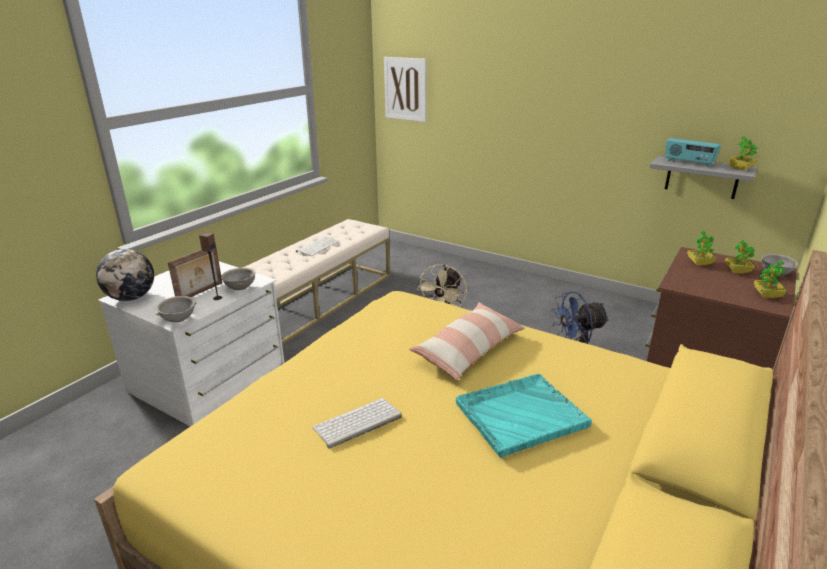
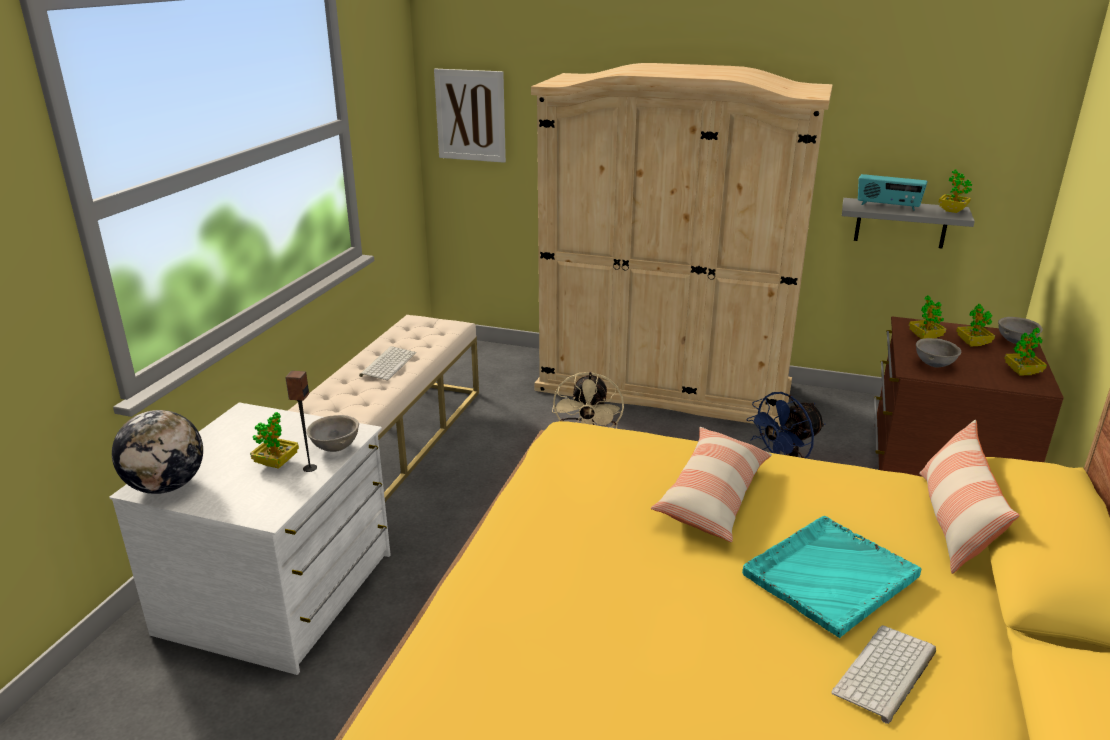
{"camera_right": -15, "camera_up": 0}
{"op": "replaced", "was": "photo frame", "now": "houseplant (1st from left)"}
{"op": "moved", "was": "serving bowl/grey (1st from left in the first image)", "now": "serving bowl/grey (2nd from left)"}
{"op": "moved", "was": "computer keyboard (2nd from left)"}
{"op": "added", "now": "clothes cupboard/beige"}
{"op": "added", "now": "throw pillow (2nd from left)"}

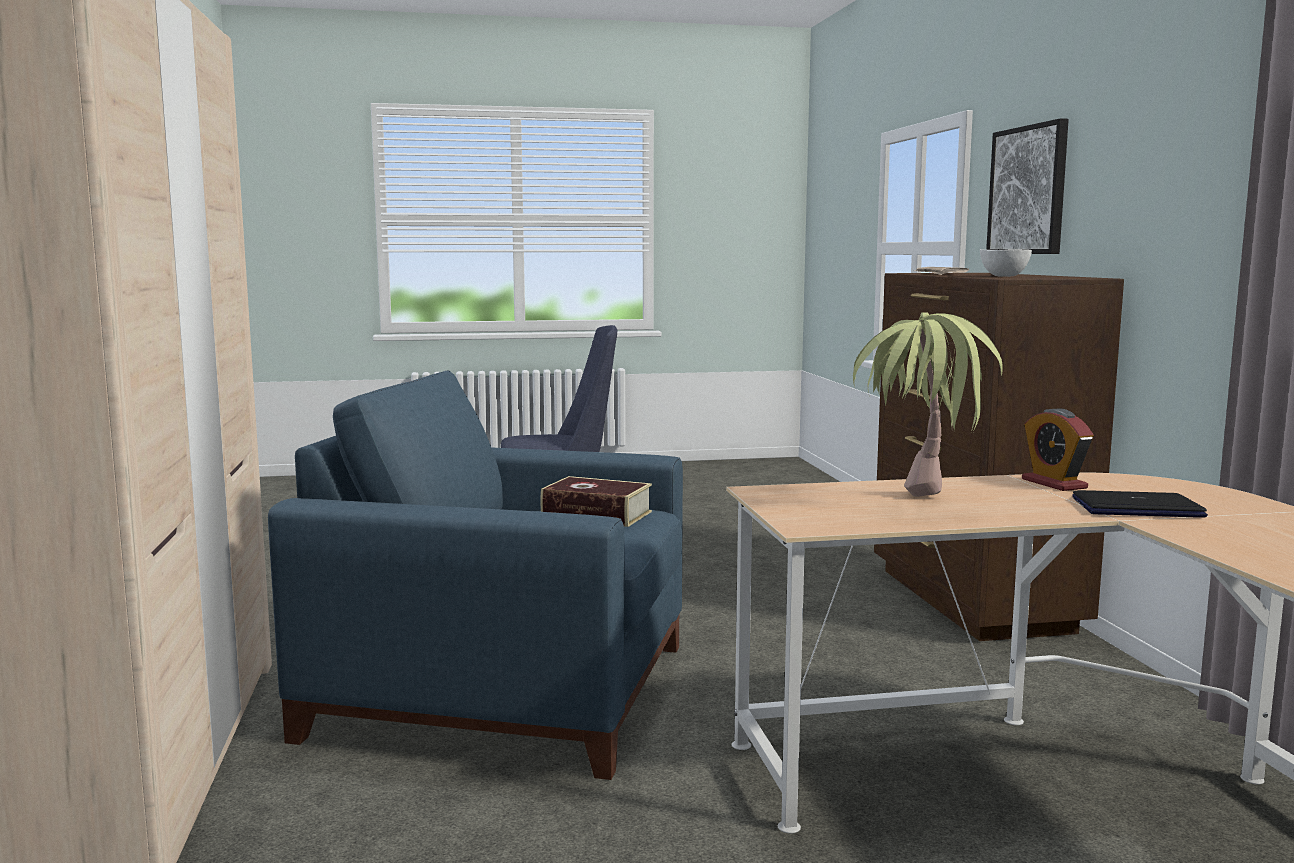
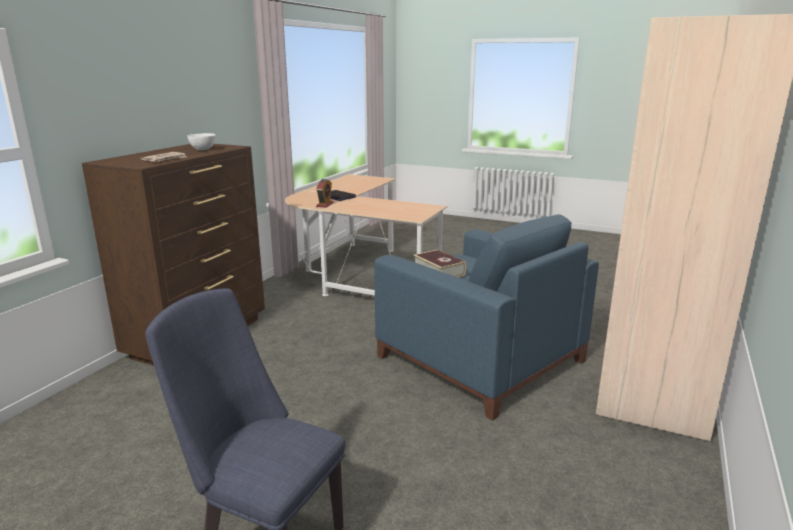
{"camera_right": -145, "camera_up": 10}
{"op": "removed", "was": "picture"}
{"op": "removed", "was": "houseplant"}

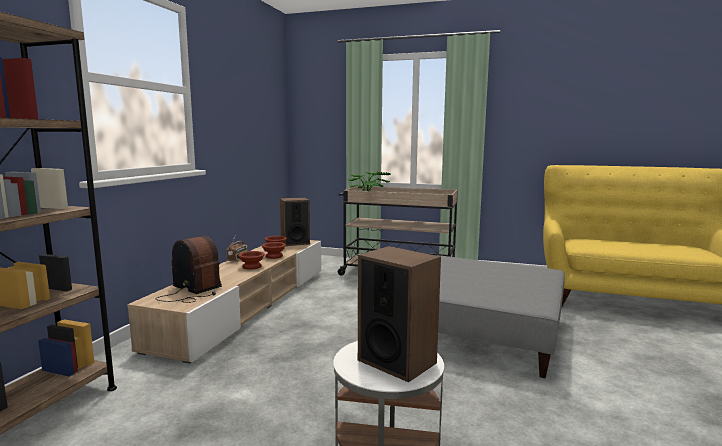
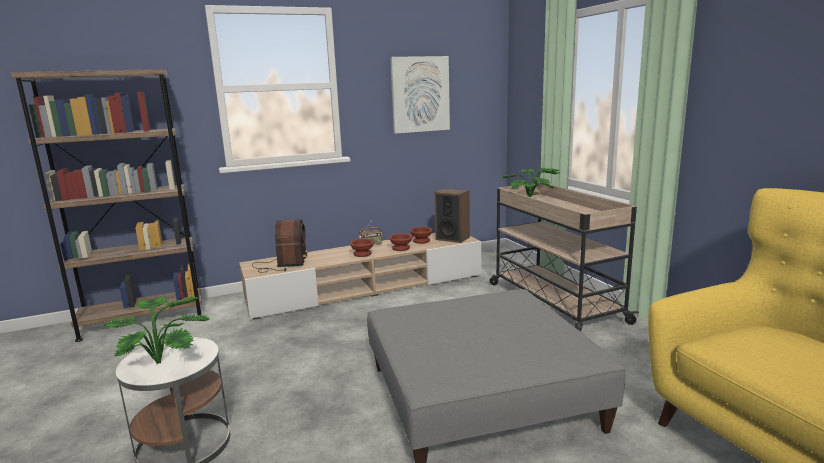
{"camera_right": 50, "camera_up": 5}
{"op": "replaced", "was": "audio speaker (2nd from left)", "now": "houseplant (1st from left)"}
{"op": "added", "now": "picture"}

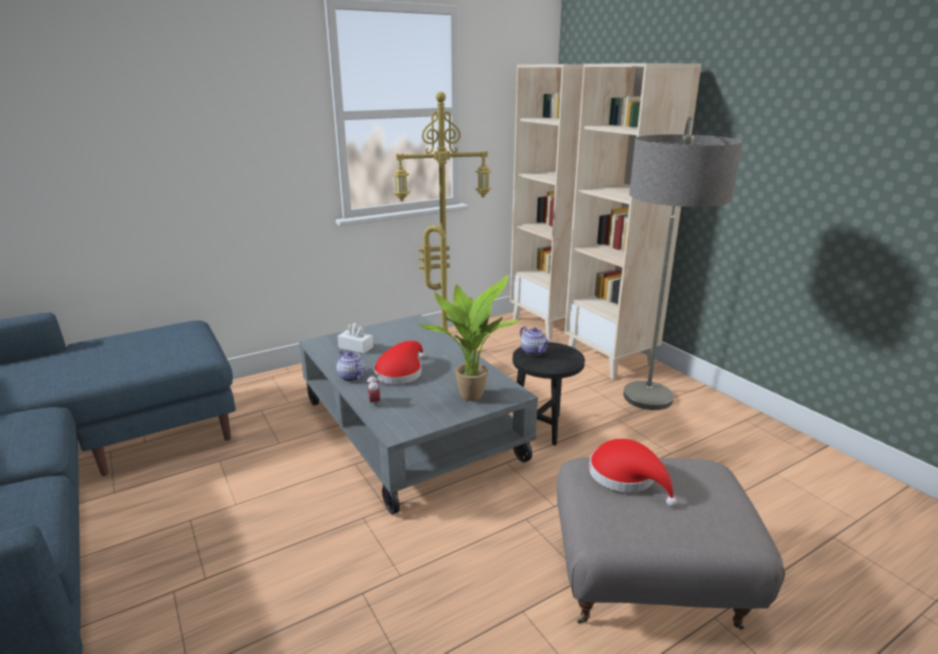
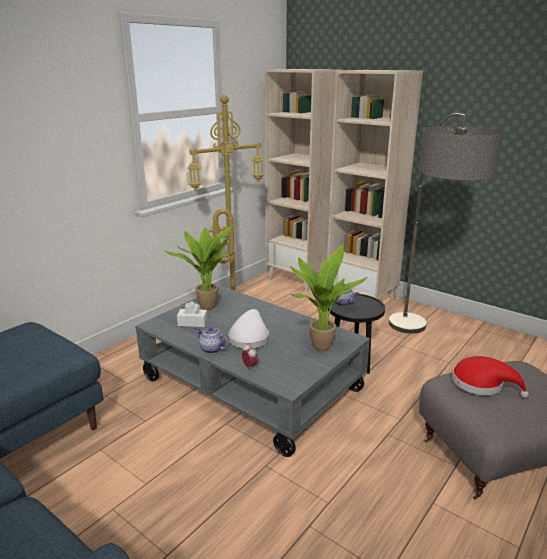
{"camera_right": -20, "camera_up": 0}
{"op": "recoloured", "was": "hat/reddish (1st from left)", "now": "hat/whitish"}
{"op": "added", "now": "houseplant (1st from left)"}

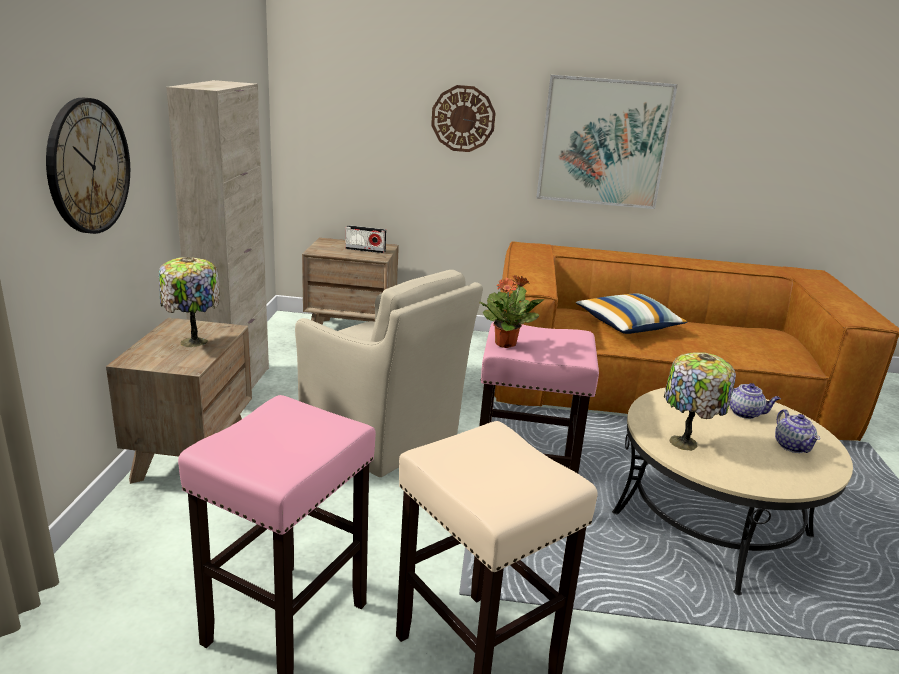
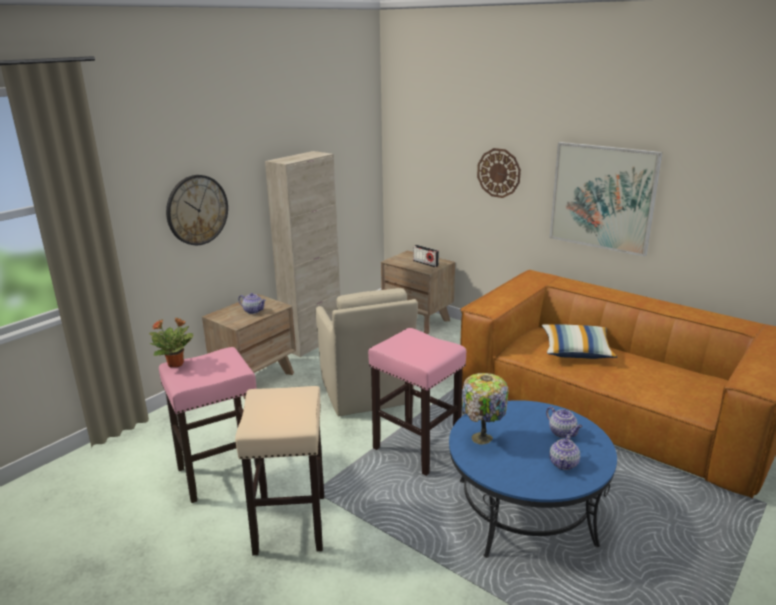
{"camera_right": 35, "camera_up": 0}
{"op": "replaced", "was": "table lamp (1st from left)", "now": "pot for tea (1st from left)"}
{"op": "moved", "was": "houseplant"}
{"op": "recoloured", "was": "coffee table/beige", "now": "coffee table/blue"}

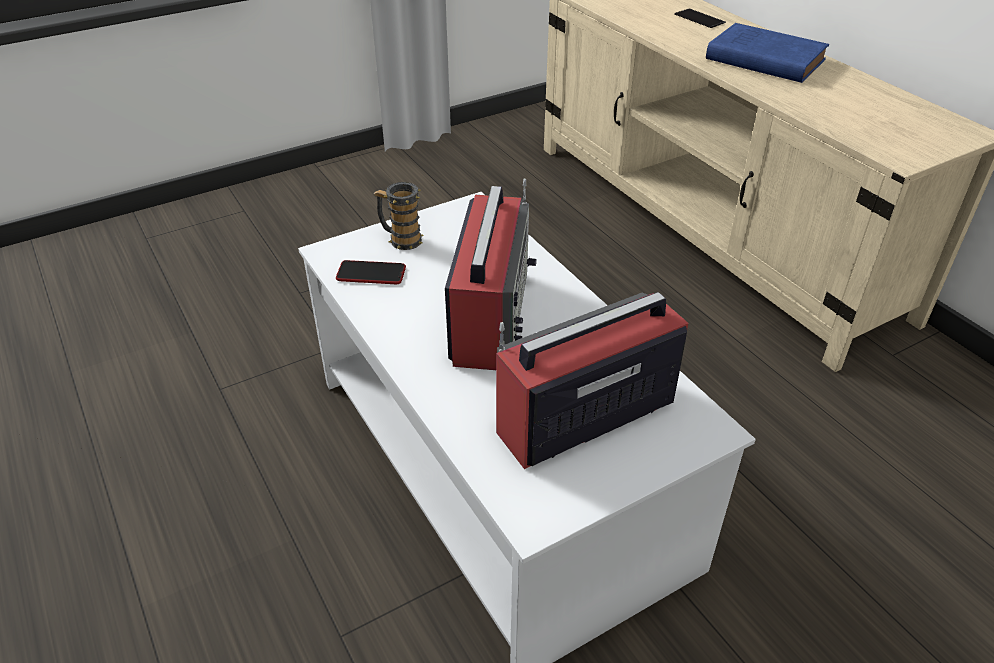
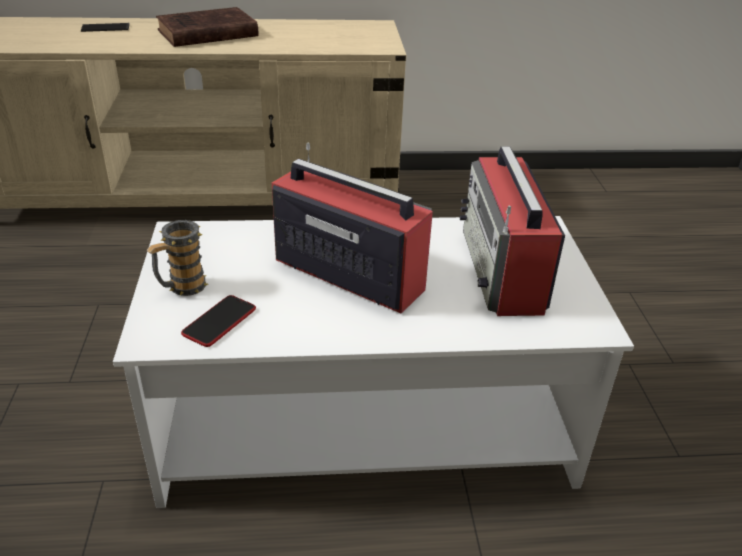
{"camera_right": -65, "camera_up": -5}
{"op": "recoloured", "was": "volume/blue", "now": "volume/brown"}

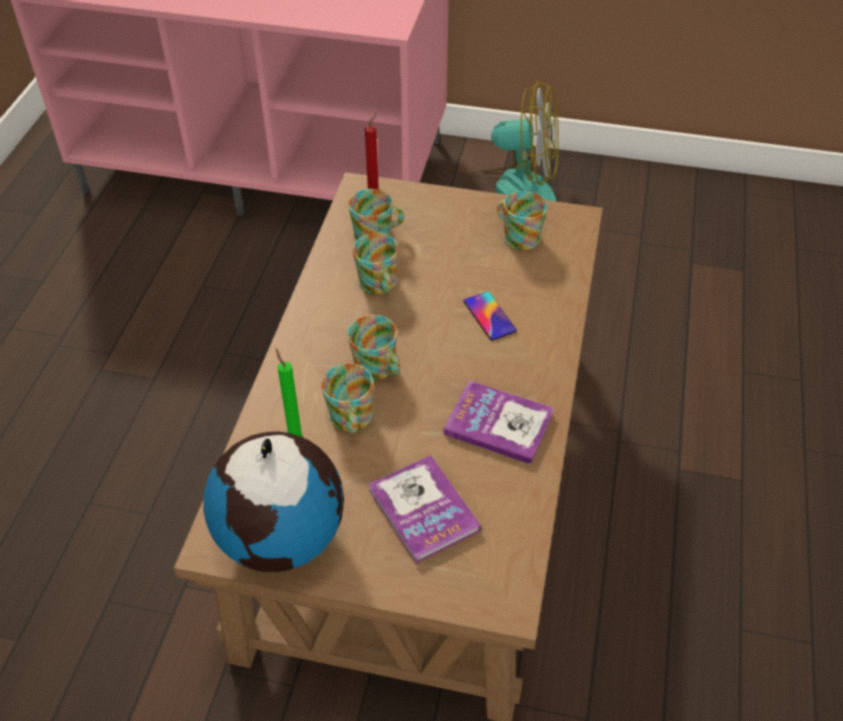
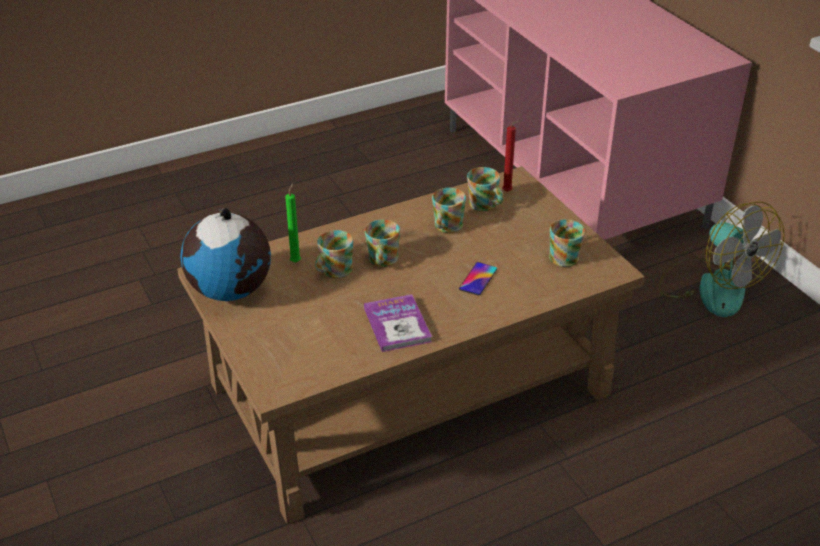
{"camera_right": 50, "camera_up": -10}
{"op": "removed", "was": "volume (1st from left)"}

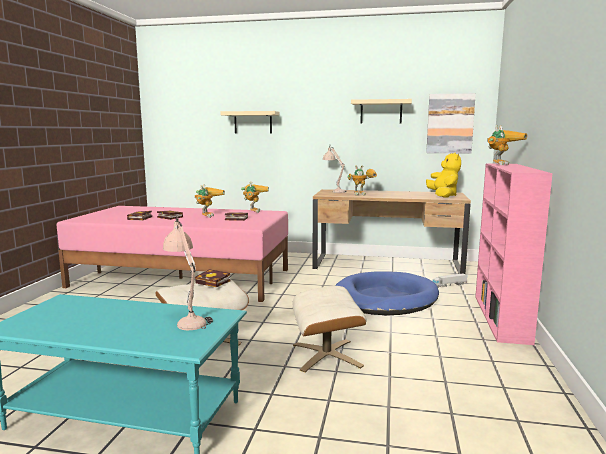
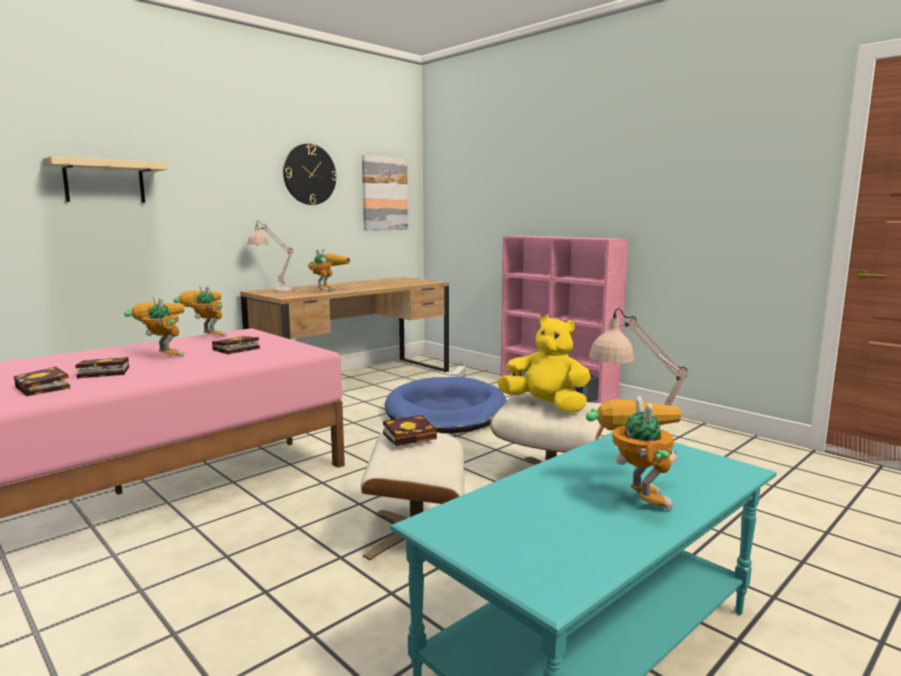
{"camera_right": -55, "camera_up": 0}
{"op": "replaced", "was": "bracket shelf/beige (2nd from left)", "now": "wall clock"}
{"op": "moved", "was": "model robot (4th from left)"}
{"op": "moved", "was": "soft toy/yellow"}

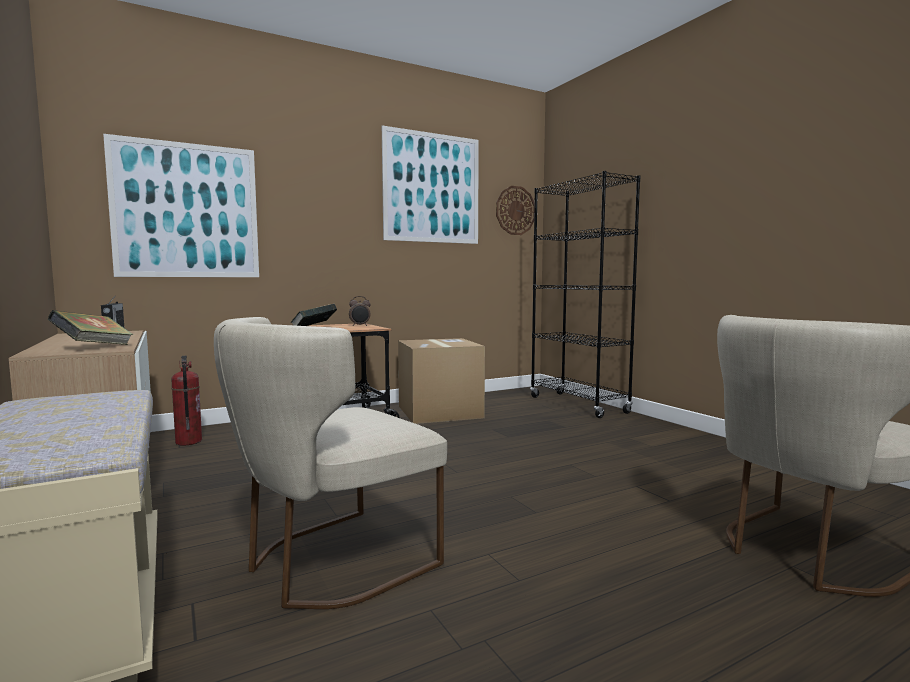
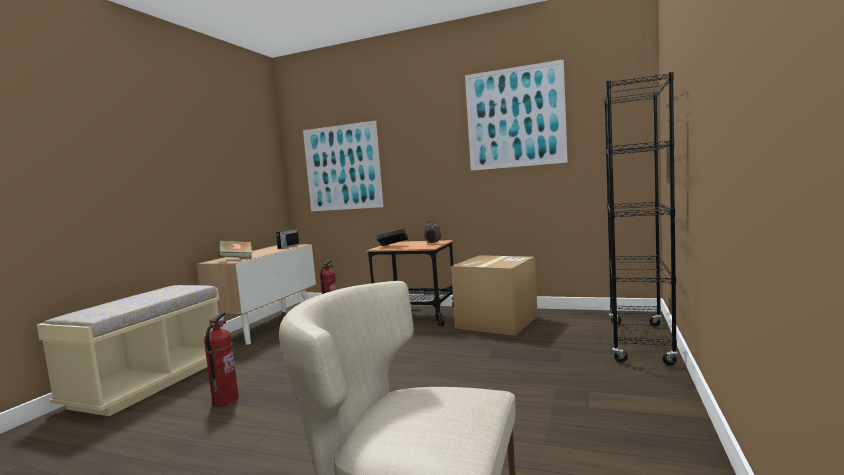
{"camera_right": 50, "camera_up": 0}
{"op": "removed", "was": "wall clock"}
{"op": "replaced", "was": "upright chair/beige (1st from left)", "now": "extinguisher (1st from left)"}

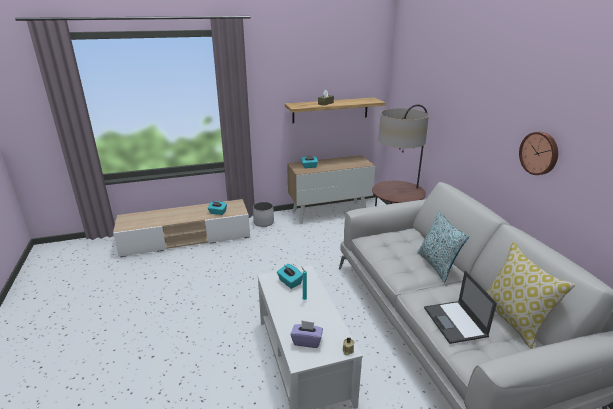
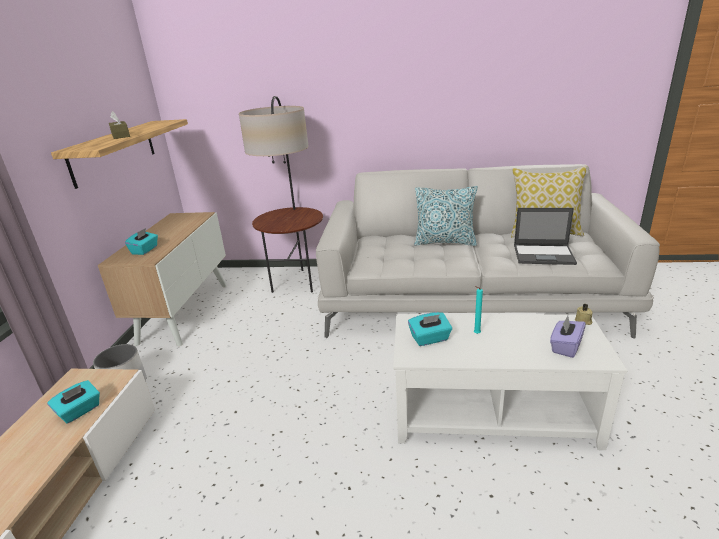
{"camera_right": -65, "camera_up": 0}
{"op": "removed", "was": "wall clock"}

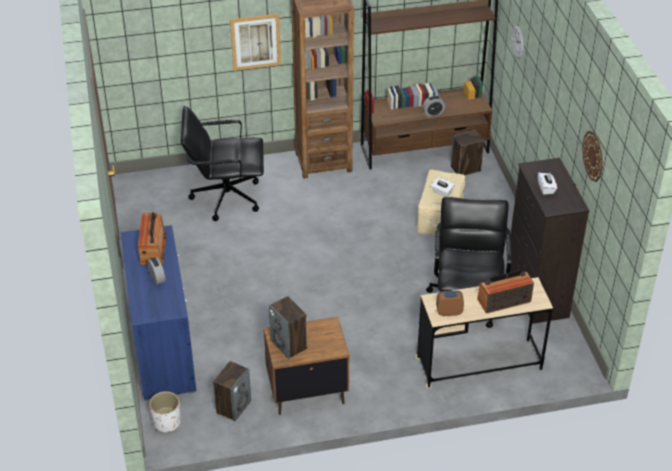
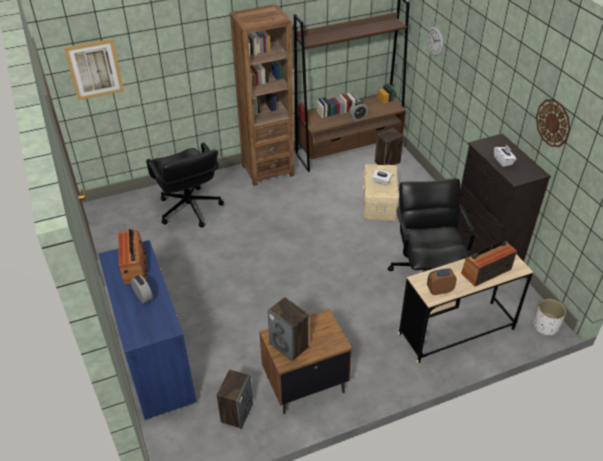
{"camera_right": -10, "camera_up": 0}
{"op": "moved", "was": "picture"}
{"op": "turned", "was": "office chair/black-coloured (1st from left)", "clockwise": -105}
{"op": "moved", "was": "plant pot/whitish"}

